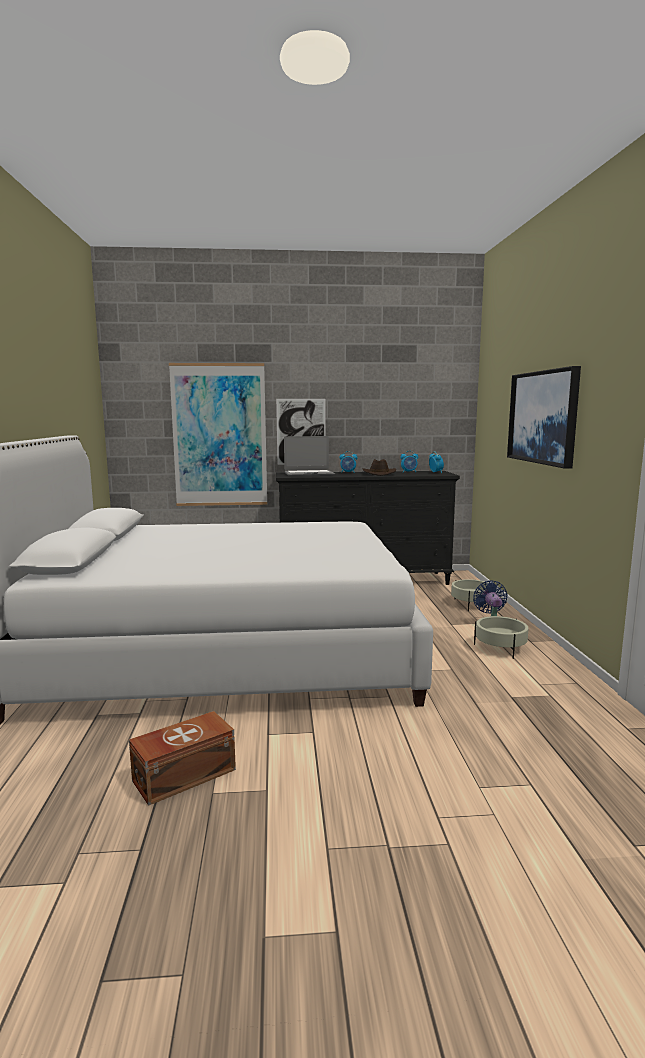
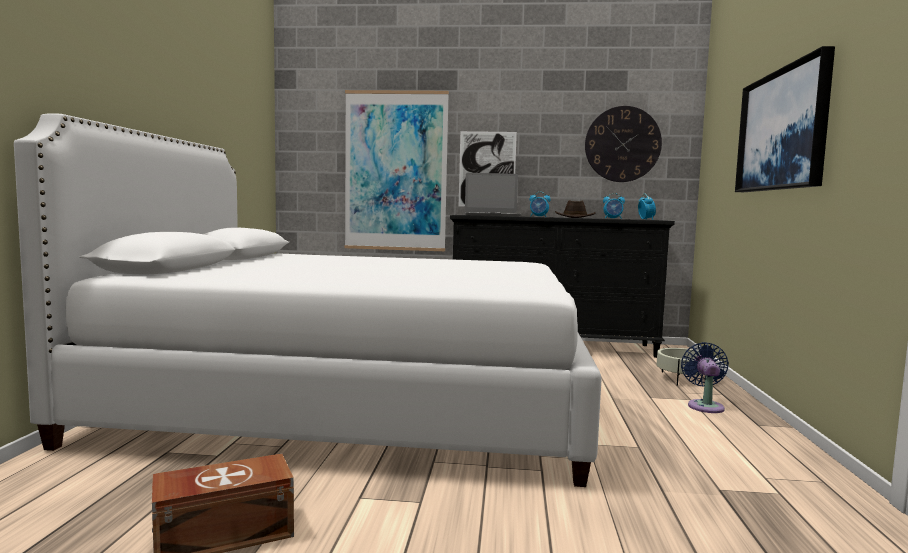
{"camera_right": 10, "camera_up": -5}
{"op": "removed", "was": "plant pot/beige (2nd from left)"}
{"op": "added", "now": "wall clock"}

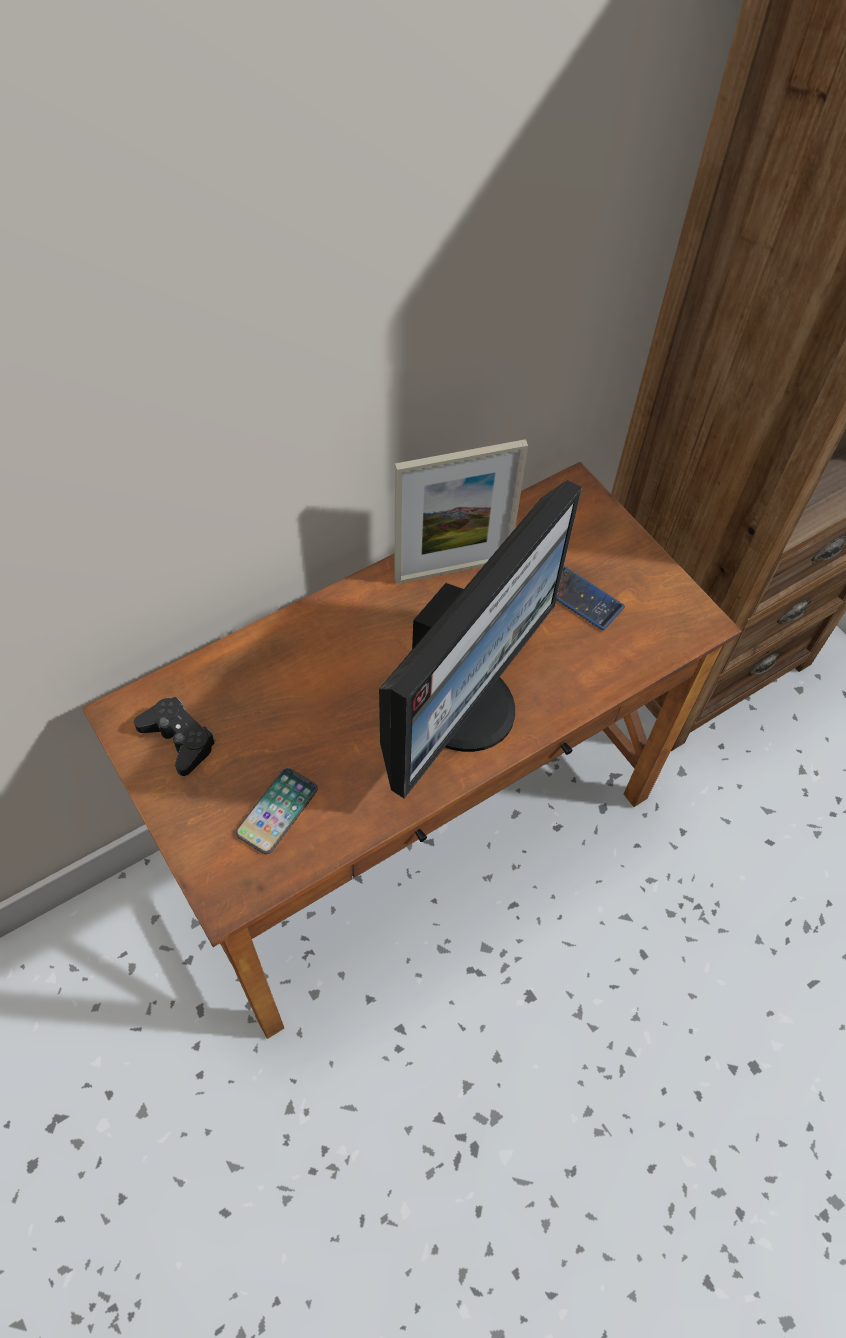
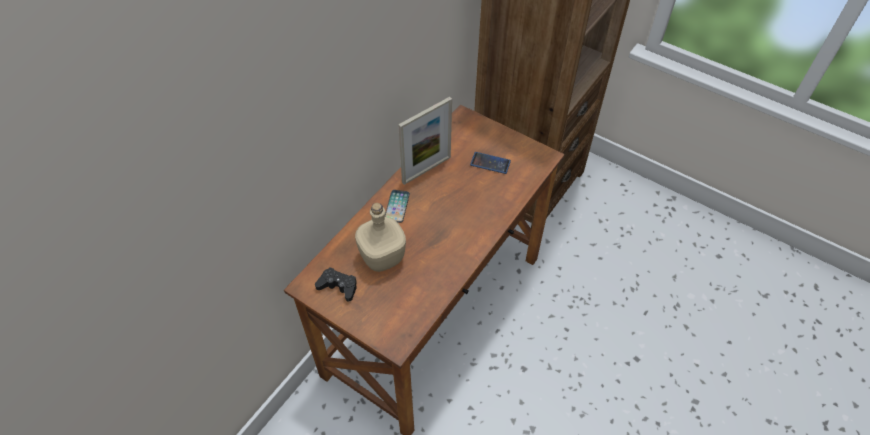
{"camera_right": -20, "camera_up": -5}
{"op": "removed", "was": "computer screen"}
{"op": "moved", "was": "telephone (1st from left)"}
{"op": "added", "now": "beverage bottle/beige"}

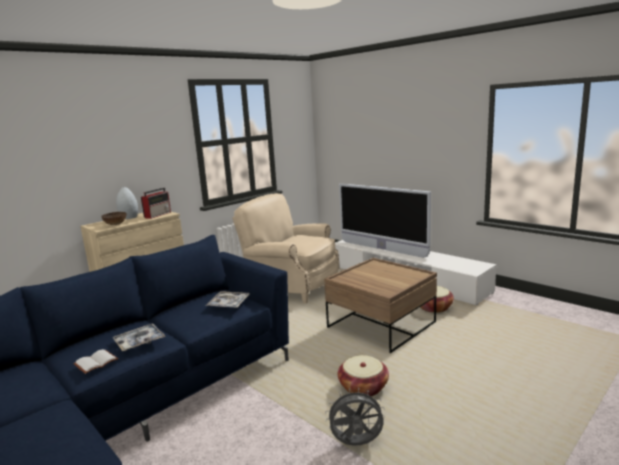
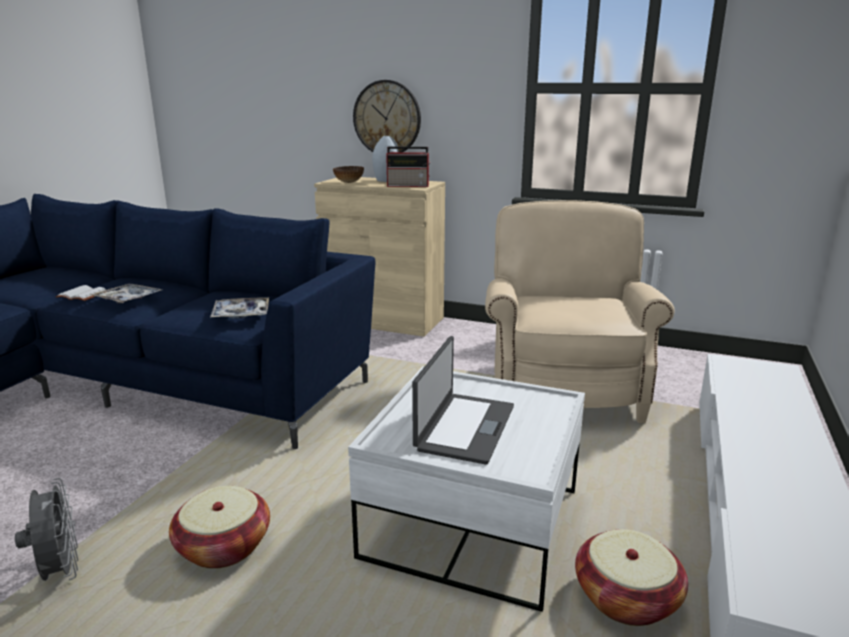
{"camera_right": 65, "camera_up": 5}
{"op": "removed", "was": "television"}
{"op": "recoloured", "was": "coffee table/brown", "now": "coffee table/whitish"}
{"op": "added", "now": "wall clock"}
{"op": "added", "now": "laptop"}

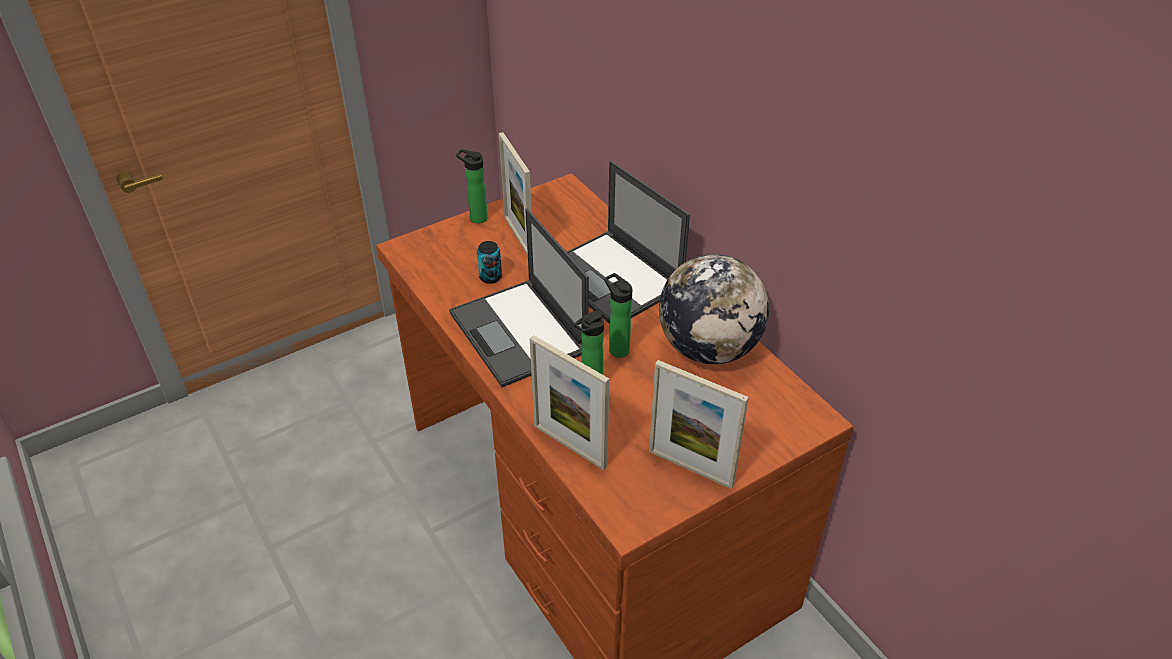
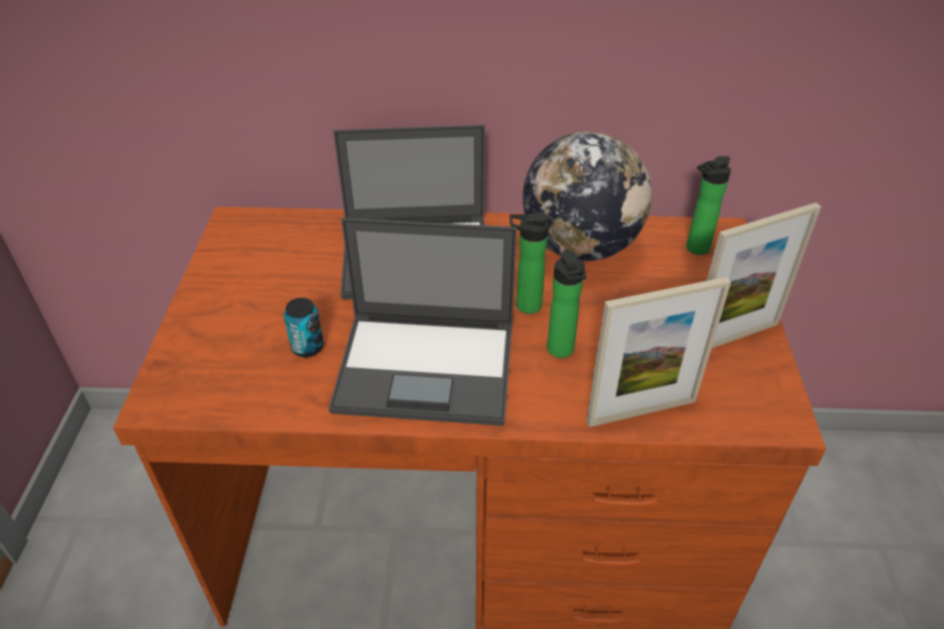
{"camera_right": -55, "camera_up": 0}
{"op": "removed", "was": "photo frame (1st from left)"}
{"op": "moved", "was": "beverage bottle (1st from left in the first image)", "now": "beverage bottle (3rd from left)"}

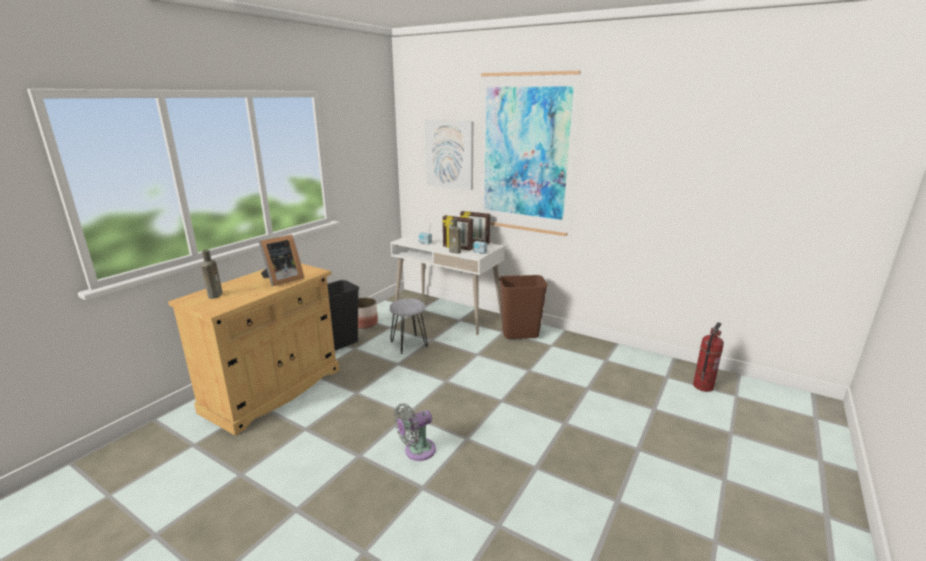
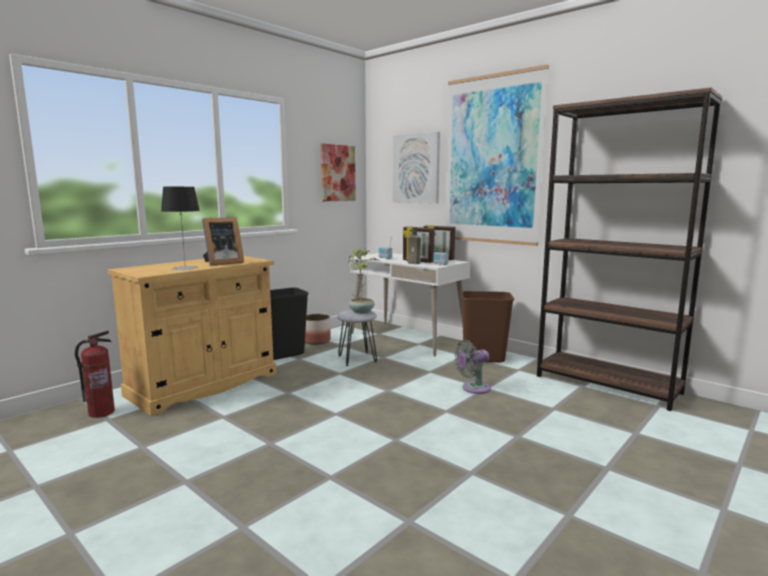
{"camera_right": 10, "camera_up": -10}
{"op": "removed", "was": "beverage bottle/brown (1st from left)"}
{"op": "moved", "was": "extinguisher"}
{"op": "moved", "was": "cooling fan/grey"}
{"op": "added", "now": "bookcase/brown"}
{"op": "added", "now": "picture (1st from left)"}
{"op": "added", "now": "table lamp"}
{"op": "added", "now": "houseplant"}

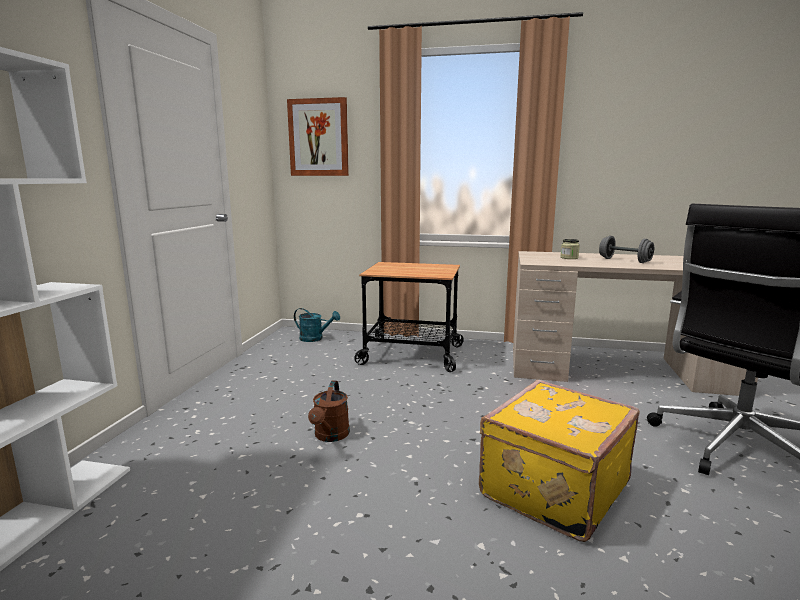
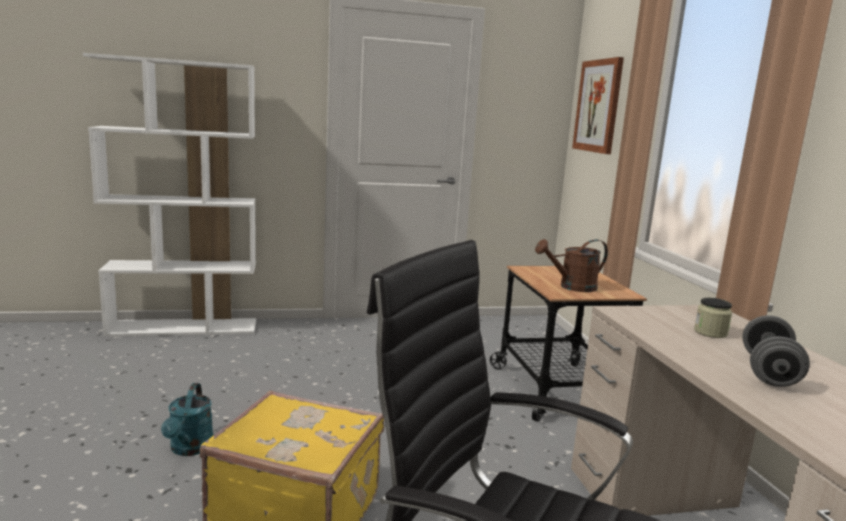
{"camera_right": 65, "camera_up": 0}
{"op": "moved", "was": "watering can/blue-green"}
{"op": "moved", "was": "watering can/brown"}

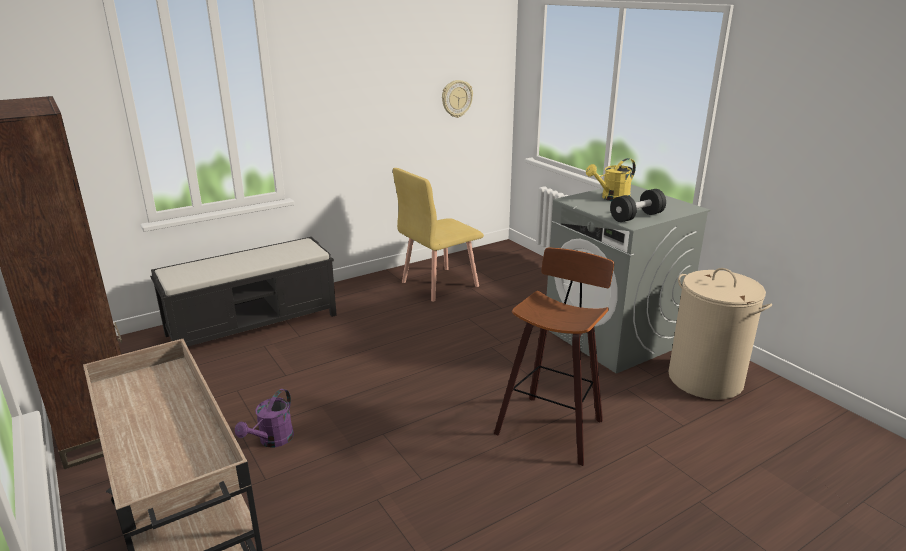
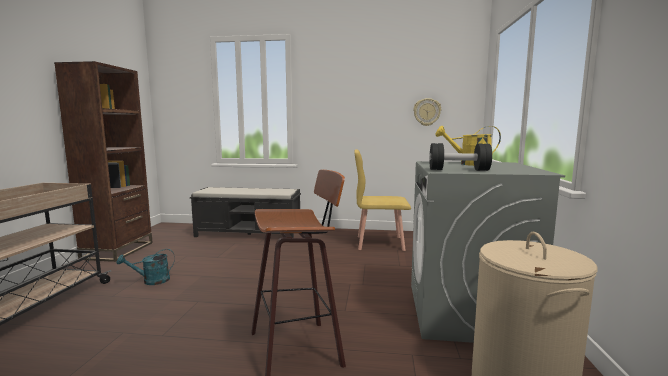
{"camera_right": 40, "camera_up": -15}
{"op": "recoloured", "was": "watering can/purple", "now": "watering can/blue-green"}

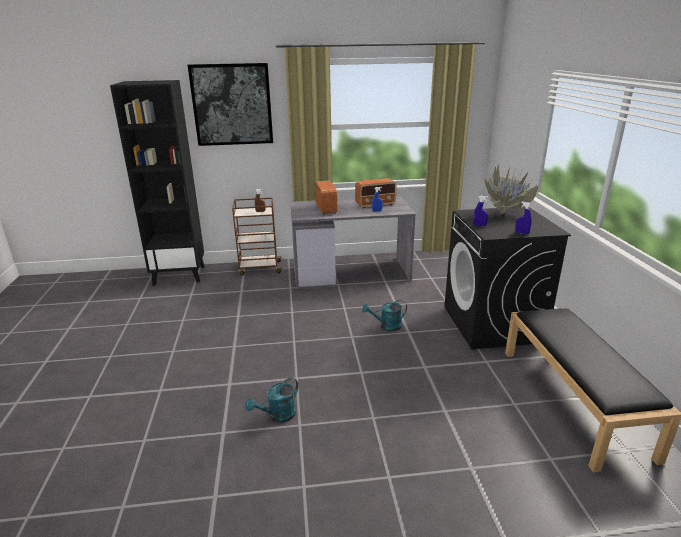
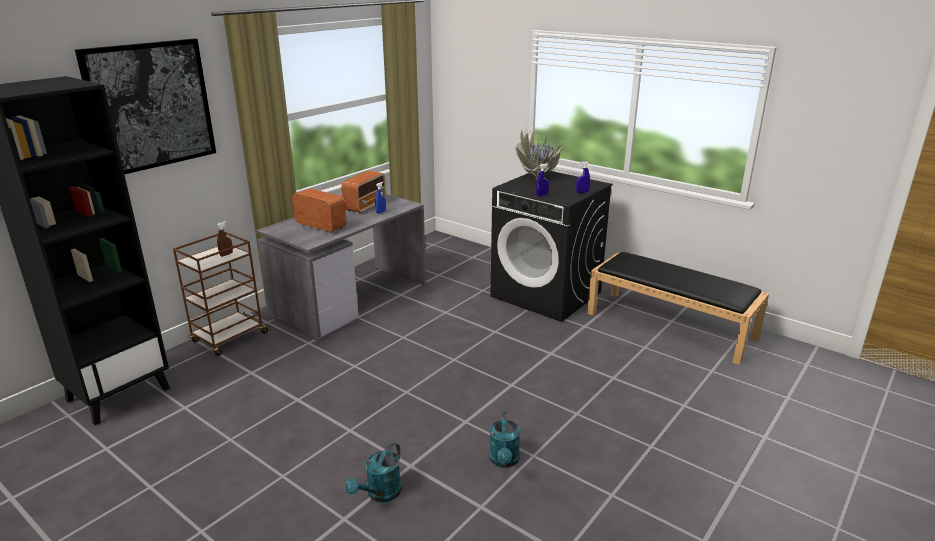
{"camera_right": -45, "camera_up": 0}
{"op": "moved", "was": "watering can/blue-green (2nd from left in the first image)", "now": "watering can/blue-green (1st from left)"}

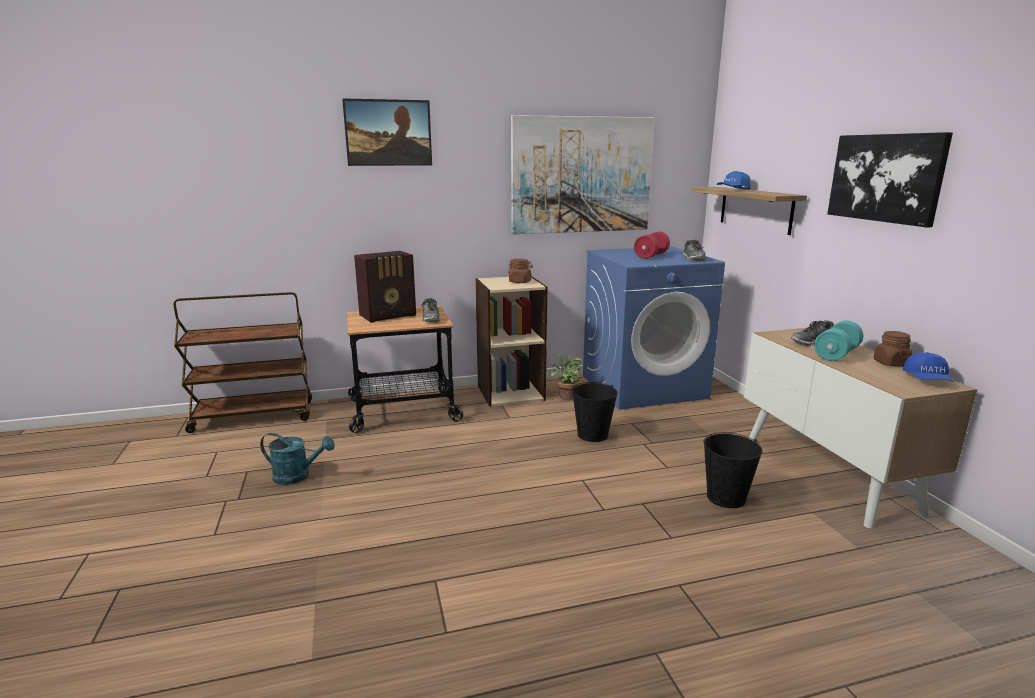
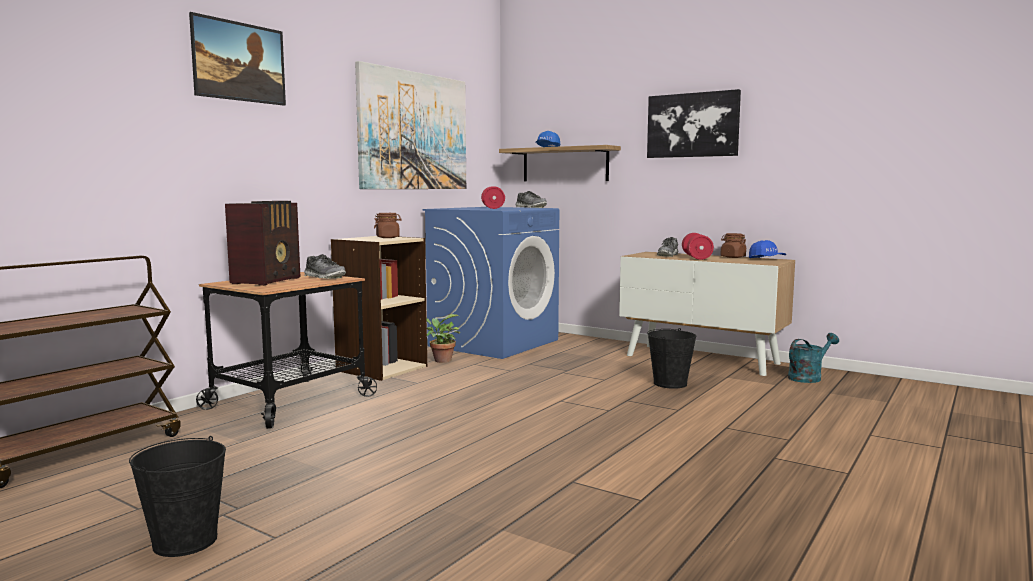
{"camera_right": -40, "camera_up": -10}
{"op": "recoloured", "was": "dumbbell/blue-green", "now": "dumbbell/reddish (2nd from left)"}
{"op": "moved", "was": "water bucket/black-coloured (1st from left)"}
{"op": "moved", "was": "watering can/blue-green"}

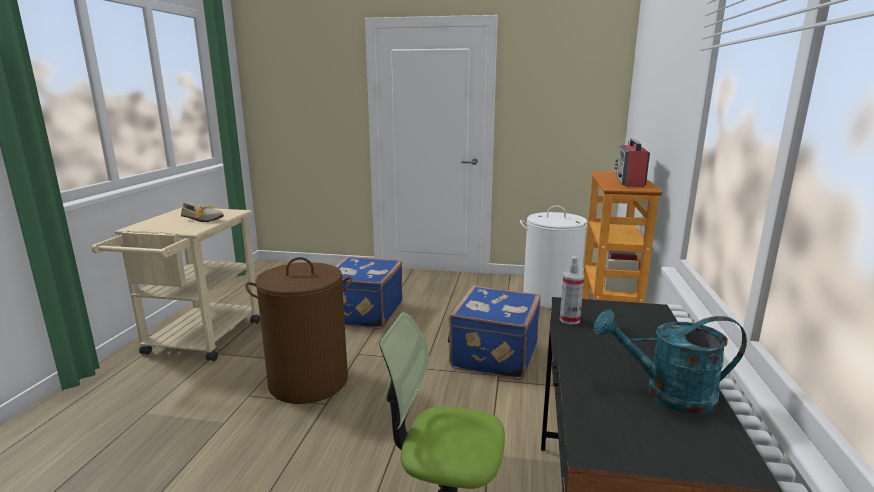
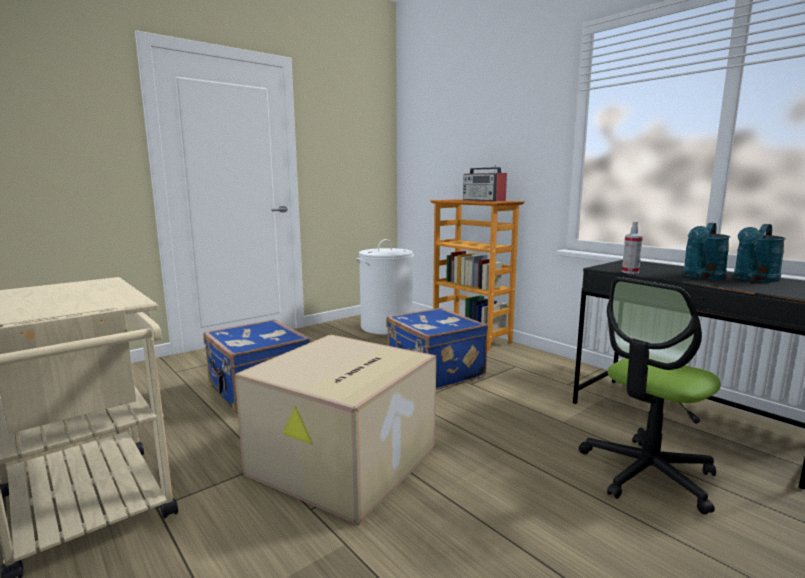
{"camera_right": -50, "camera_up": -5}
{"op": "removed", "was": "shoe"}
{"op": "replaced", "was": "laundry basket/brown", "now": "packing box"}
{"op": "added", "now": "watering can/blue-green (1st from left)"}

